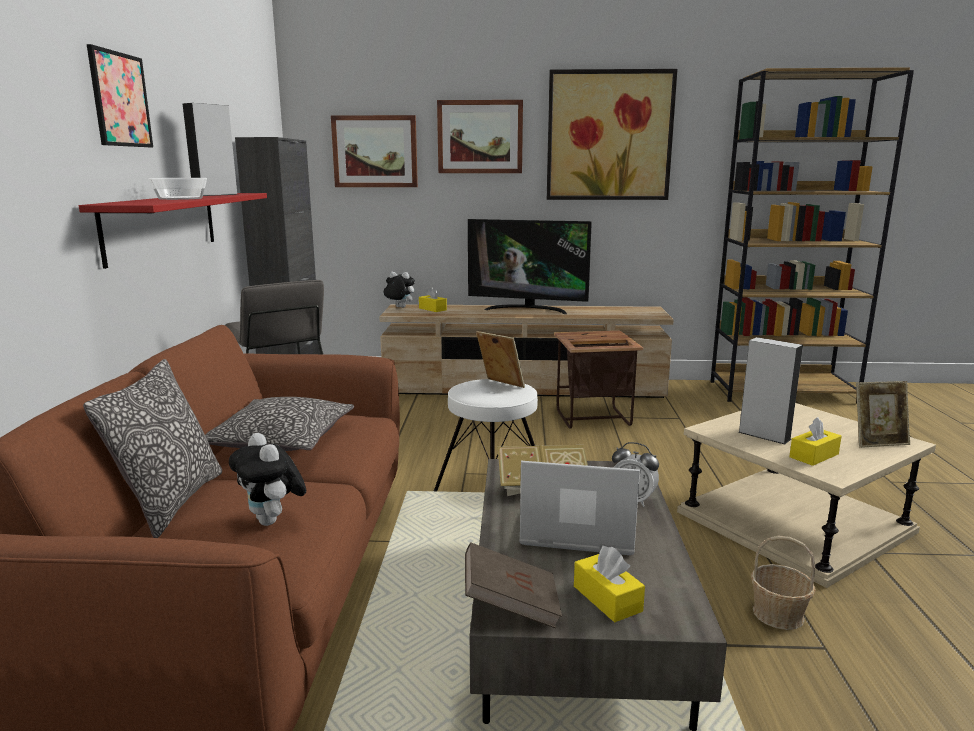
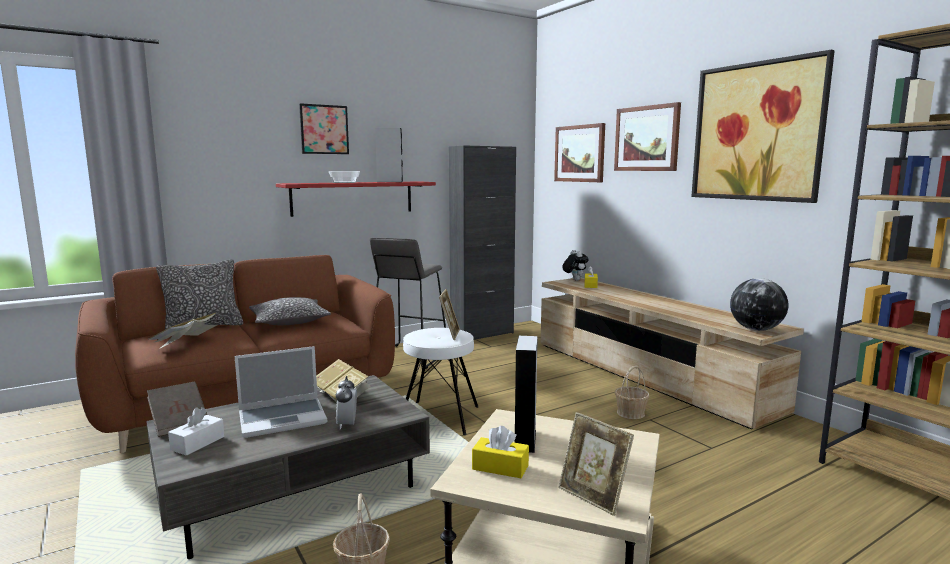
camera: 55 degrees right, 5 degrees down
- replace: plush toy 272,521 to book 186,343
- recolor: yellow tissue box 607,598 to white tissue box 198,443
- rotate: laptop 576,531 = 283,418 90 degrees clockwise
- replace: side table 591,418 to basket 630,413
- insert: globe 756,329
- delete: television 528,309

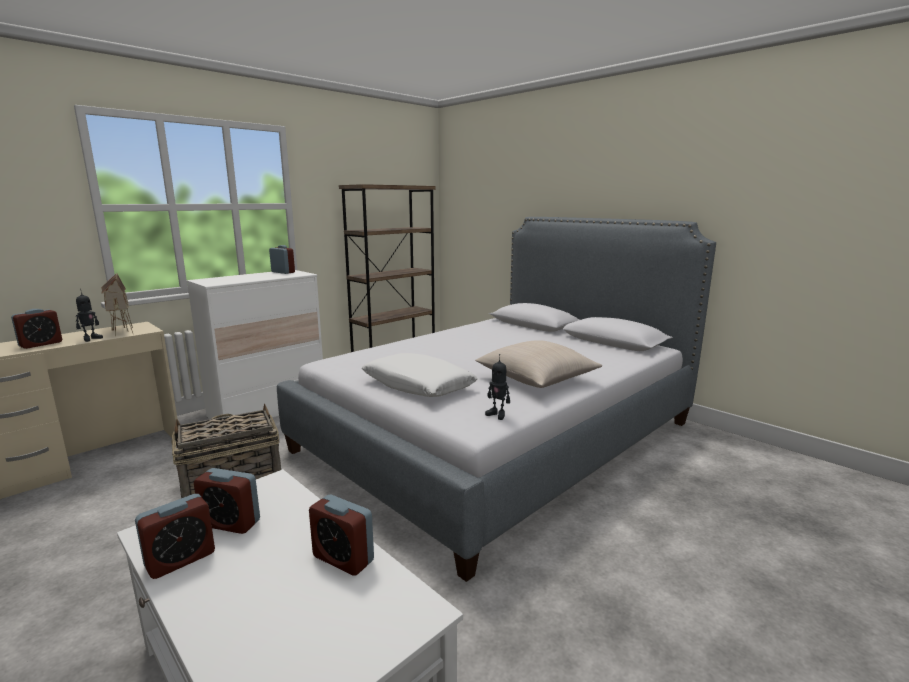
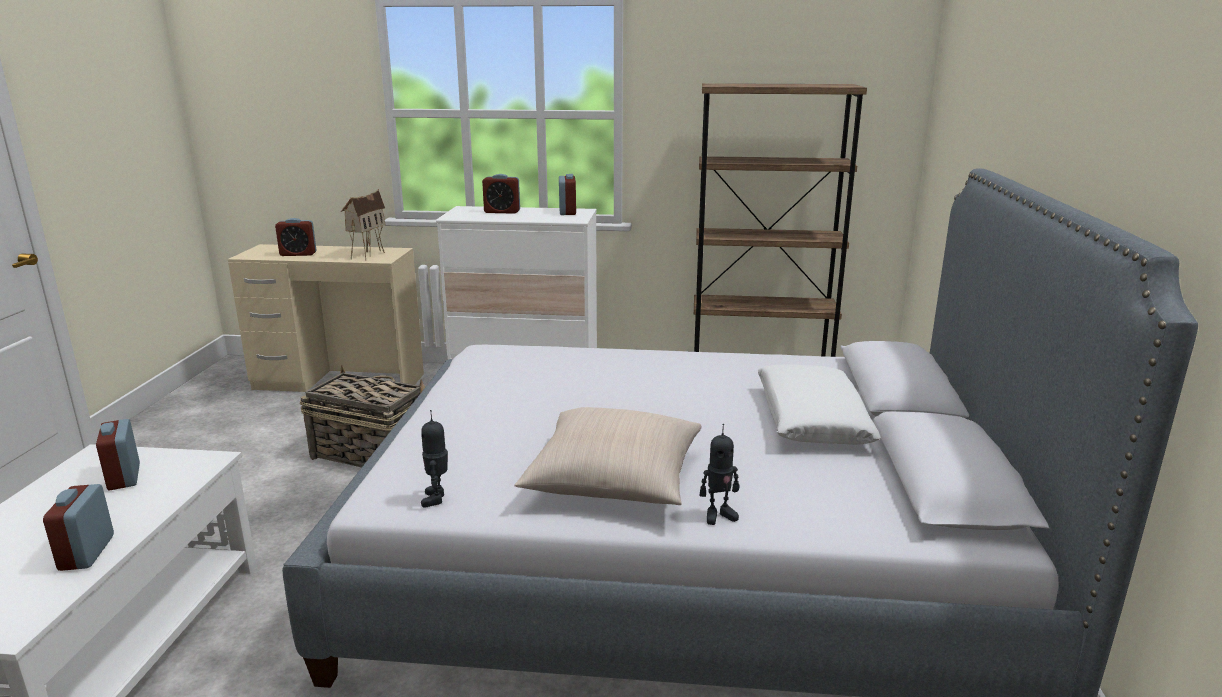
camera: 50 degrees right, 5 degrees up
- move: alarm clock 180,559 to 502,211
- move: toy robot 91,339 to 718,515
- move: white pillow 418,386 to 811,419

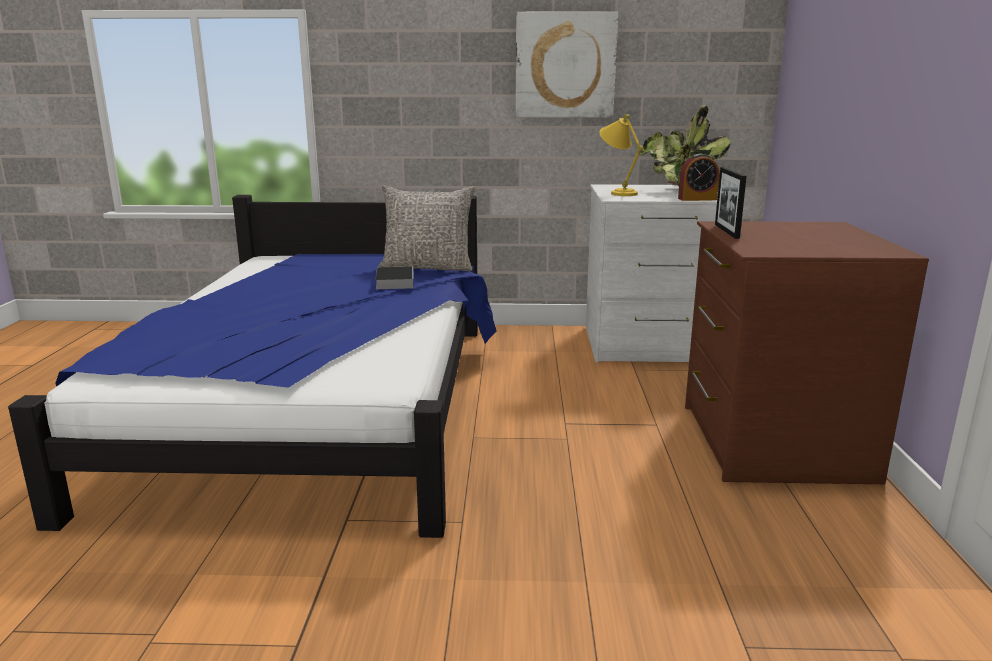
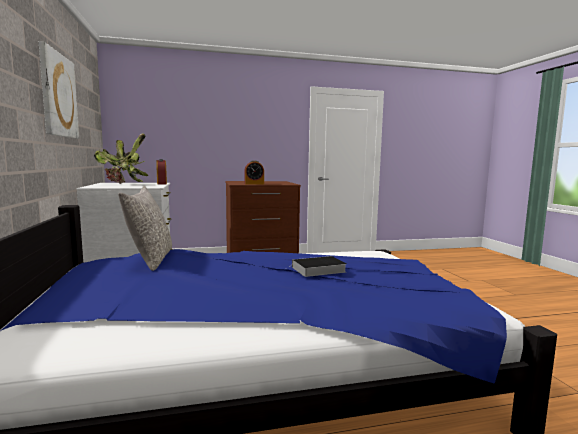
camera: 105 degrees left, 10 degrees down
- replace: picture frame 726,231 to alarm clock 254,184
- move: book 394,281 to 317,270
- delete: yellow table lamp 617,193

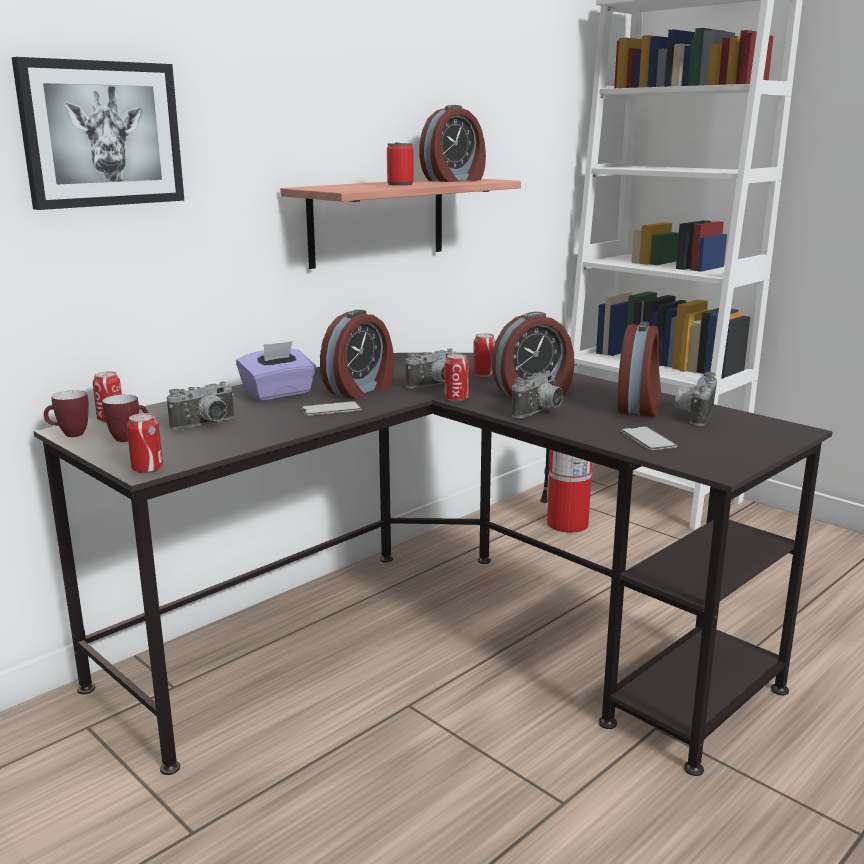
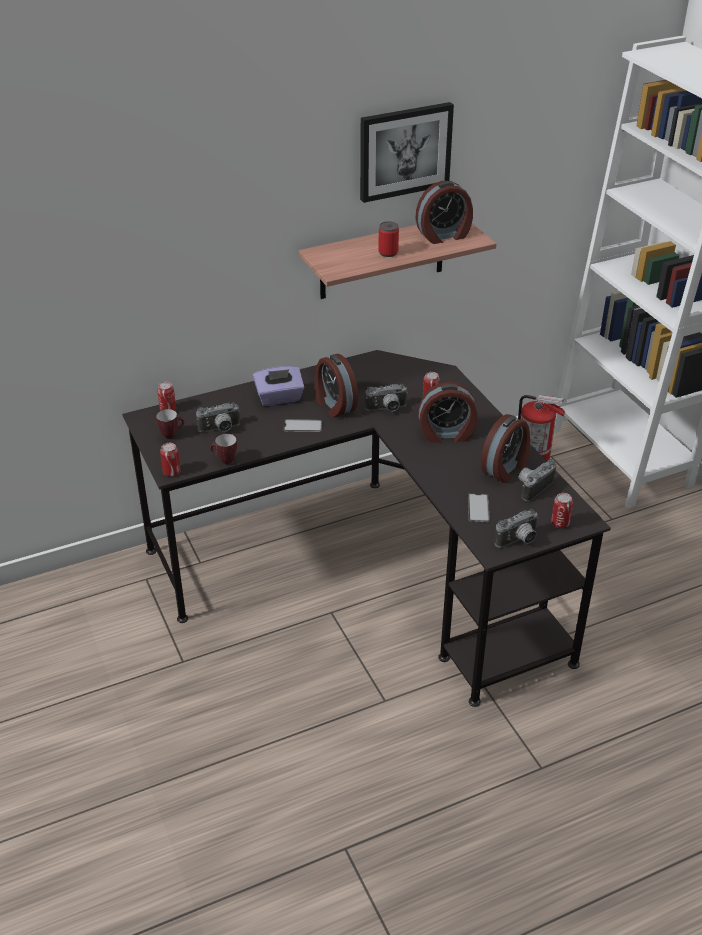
camera: 20 degrees right, 20 degrees up
- move: mug 69,435 to 224,460
- rotate: alarm clock 361,390 = 334,405 90 degrees clockwise
- move: picture 101,134 to 404,151
- move: photo camera 540,412 to 518,541
- move: can 456,398 to 560,523

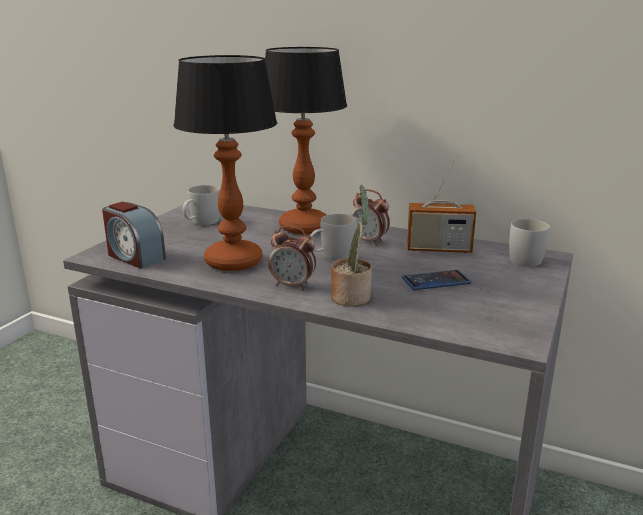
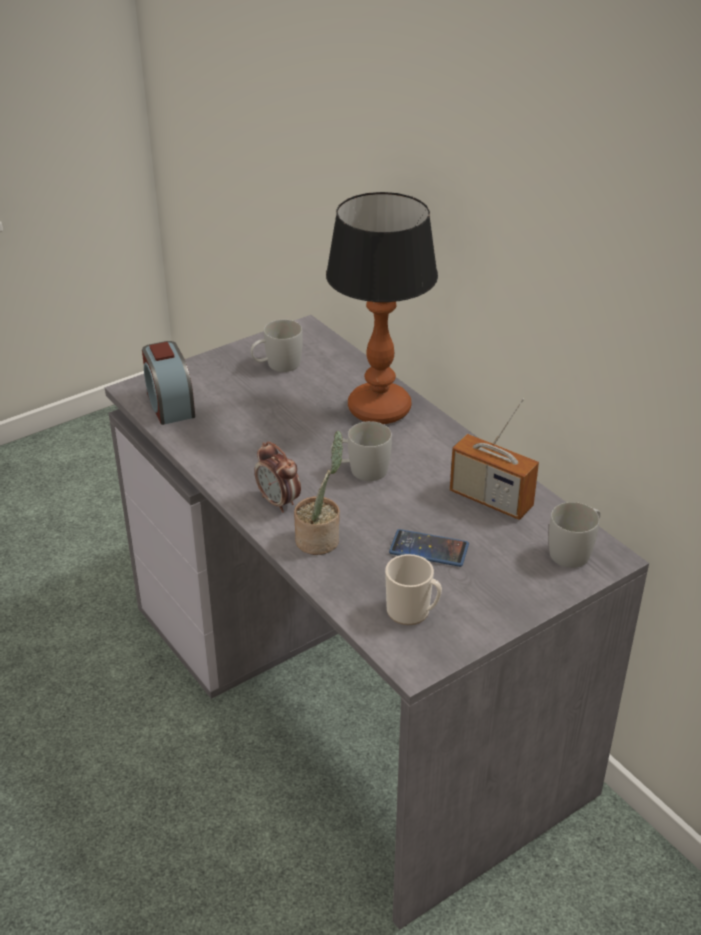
camera: 30 degrees right, 15 degrees up
- insert: mug 412,612
- delete: table lamp 233,262
- delete: alarm clock 369,241

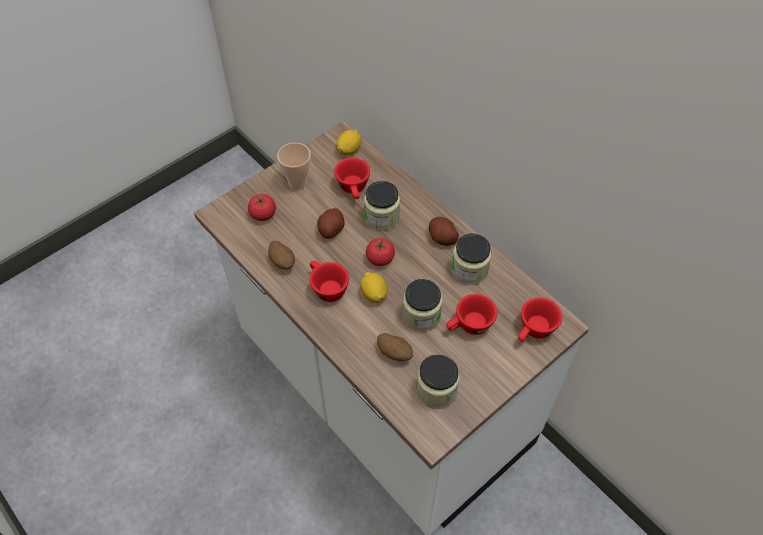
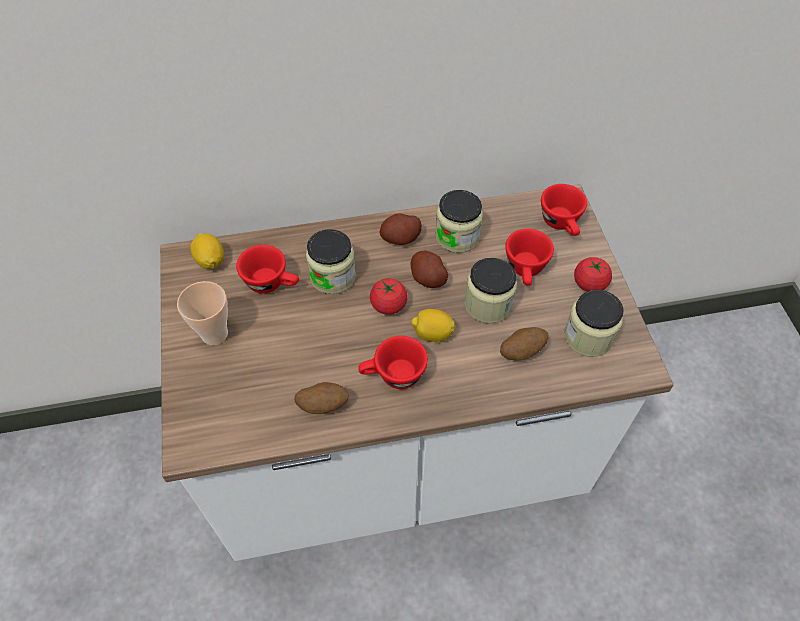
camera: 60 degrees left, 0 degrees up
- move: potato 331,229 to 428,278
- move: tomato 263,214 to 589,284

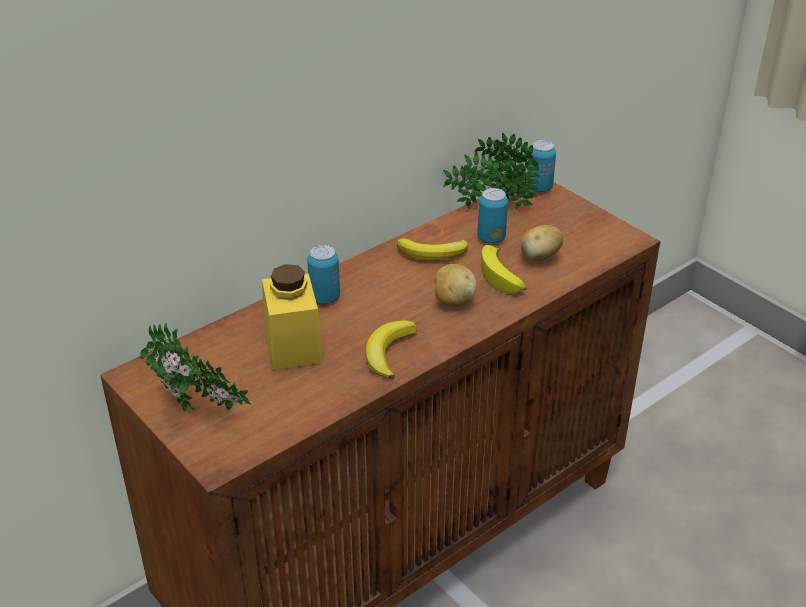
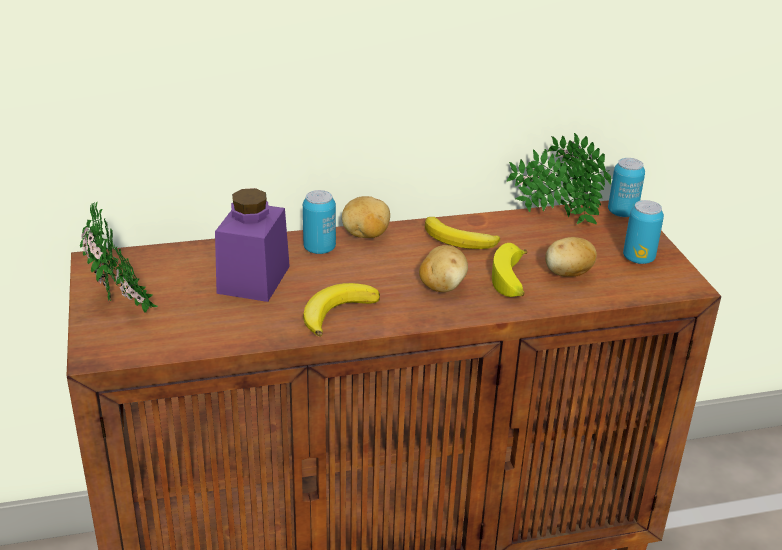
camera: 25 degrees right, 5 degrees down
- recolor: yellow jar 293,346 to purple jar 253,279
- insert: potato 365,235
- move: can 491,238 to 638,258

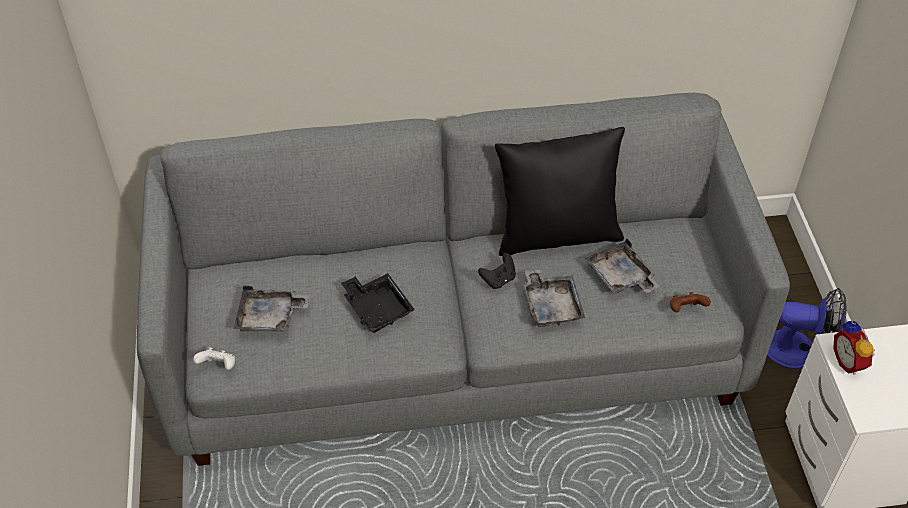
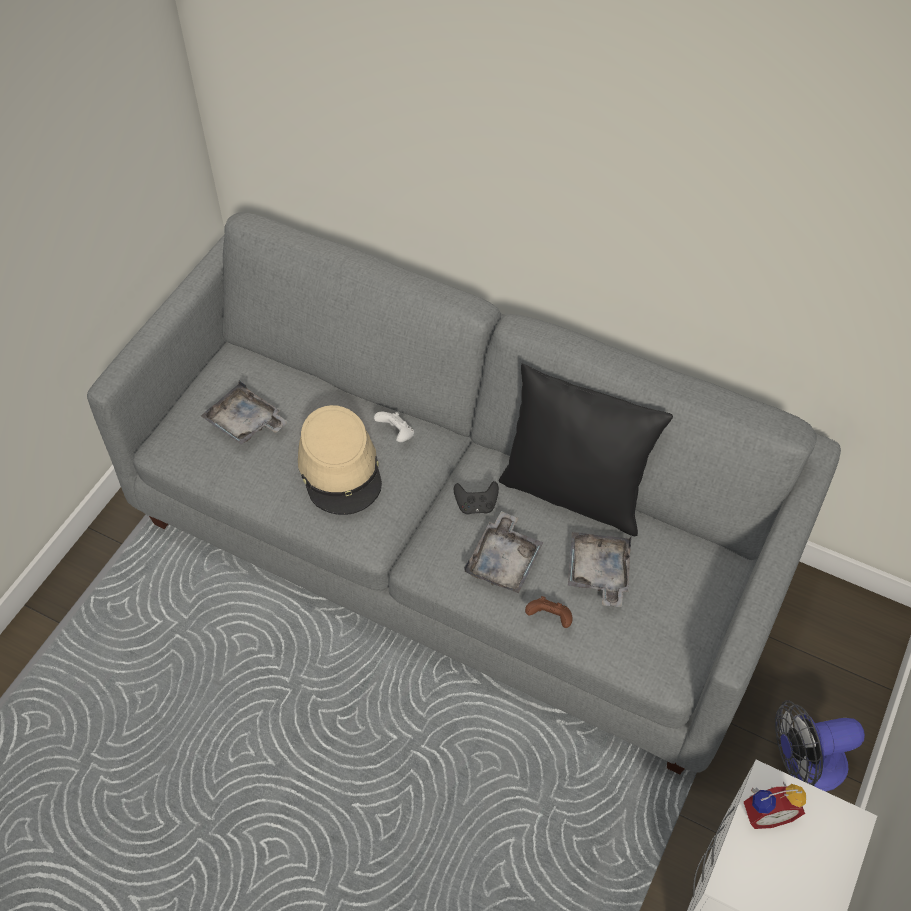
camera: 35 degrees right, 5 degrees up
- replace: black tray 377,308 to beige hat 340,468
- move: white game controller 218,366 to 396,434
- move: brown game controller 685,310 to 549,618
- rotate: alarm clock 850,362 = 766,812 120 degrees counterclockwise
- rotate: fan 799,350 = 804,765 120 degrees clockwise

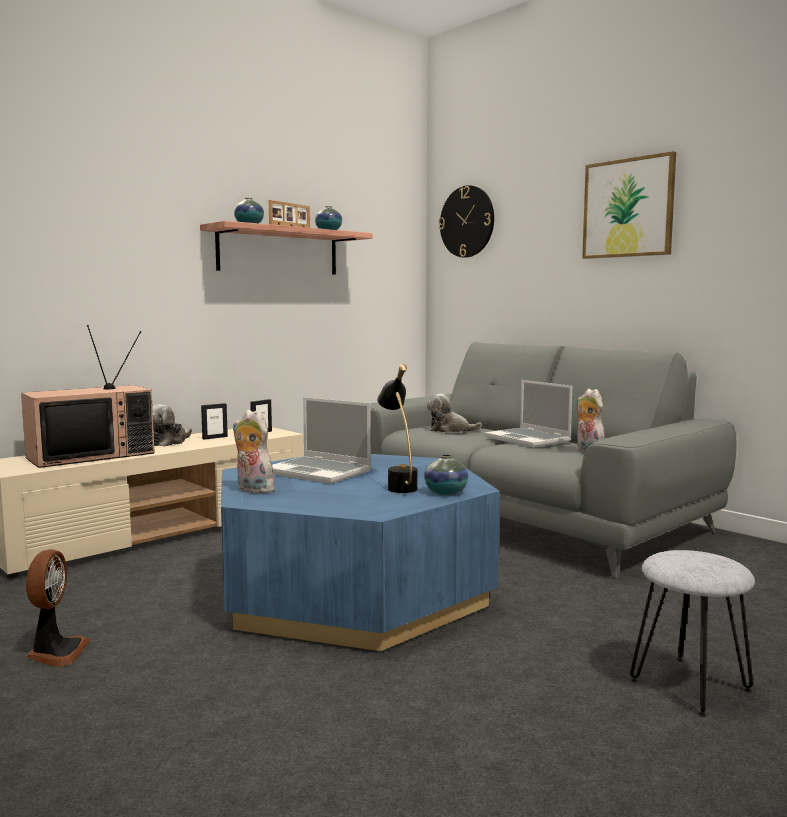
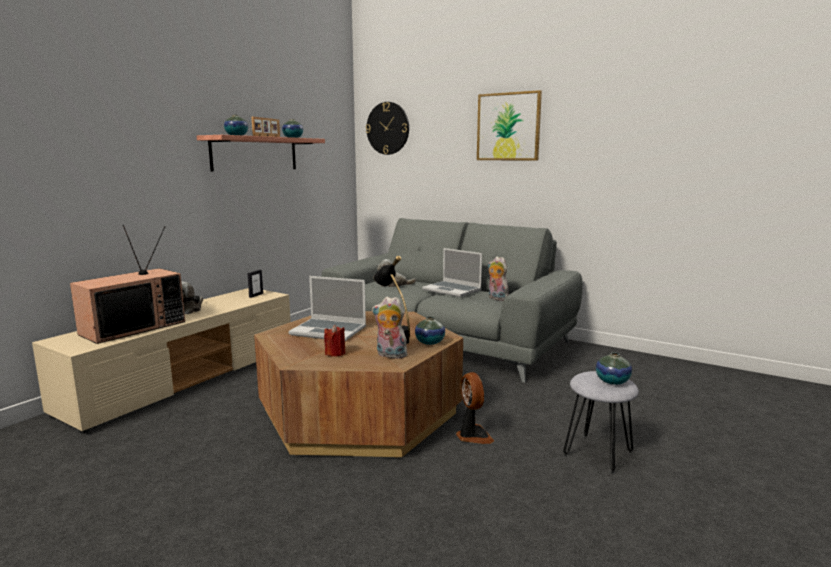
camera: 15 degrees left, 5 degrees up
- recolor: blue coffee table 354,591 to brown coffee table 360,412
- insert: red candle 335,353
- move: plush toy 252,490 to 390,355
- move: fan 56,652 to 473,436
- insert: vase 612,381
- delete: picture frame 215,438

